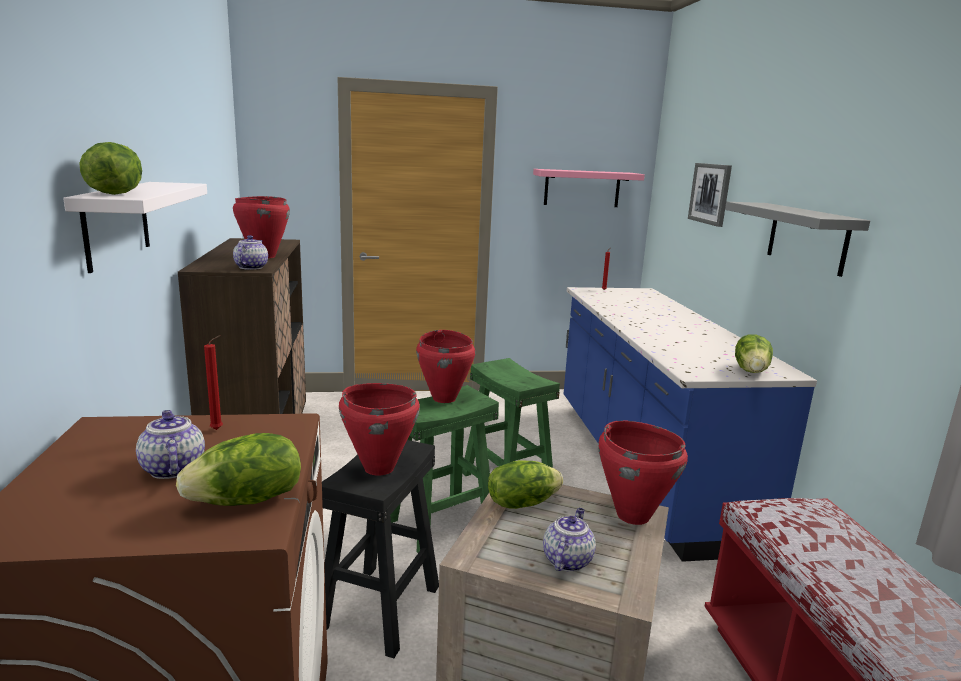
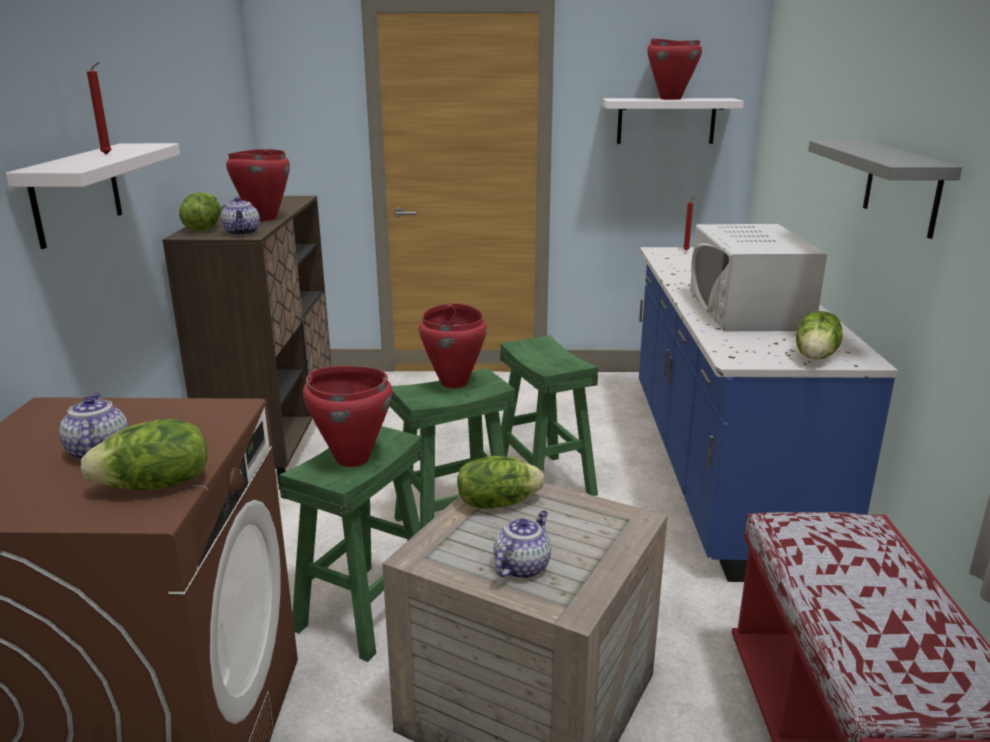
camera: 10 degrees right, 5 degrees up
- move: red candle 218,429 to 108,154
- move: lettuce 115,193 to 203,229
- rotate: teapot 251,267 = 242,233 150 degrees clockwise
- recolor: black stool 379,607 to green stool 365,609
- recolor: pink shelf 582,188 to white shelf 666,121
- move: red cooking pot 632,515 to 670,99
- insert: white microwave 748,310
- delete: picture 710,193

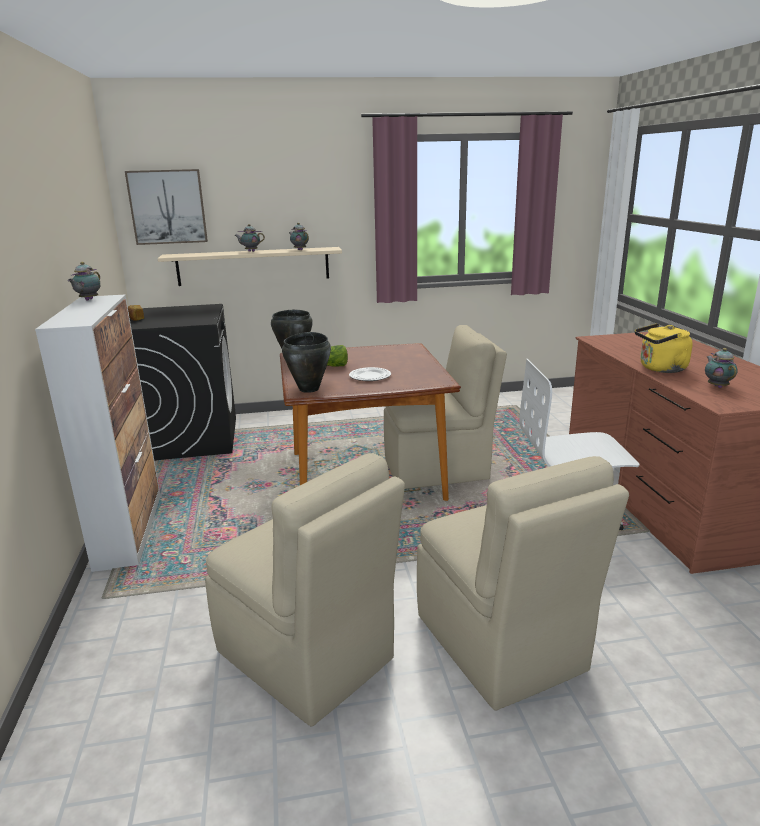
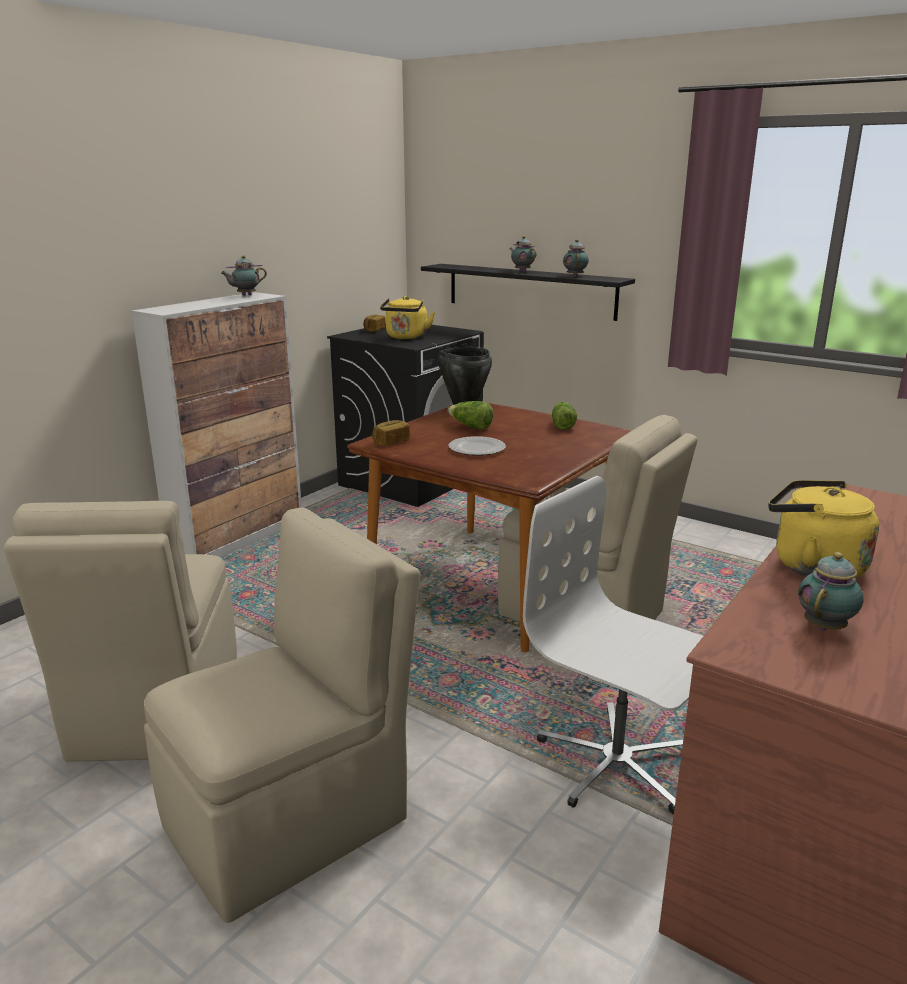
camera: 45 degrees right, 0 degrees up
- rotate: beige chair 501,645 = 292,820 150 degrees counterclockwise
- replace: black cooking pot 309,389 to bread 391,442
- insert: yellow kettle 406,337
- recolor: beige shelf 253,266 to black shelf 530,291
- insert: lettuce 563,425
- delete: picture 167,207

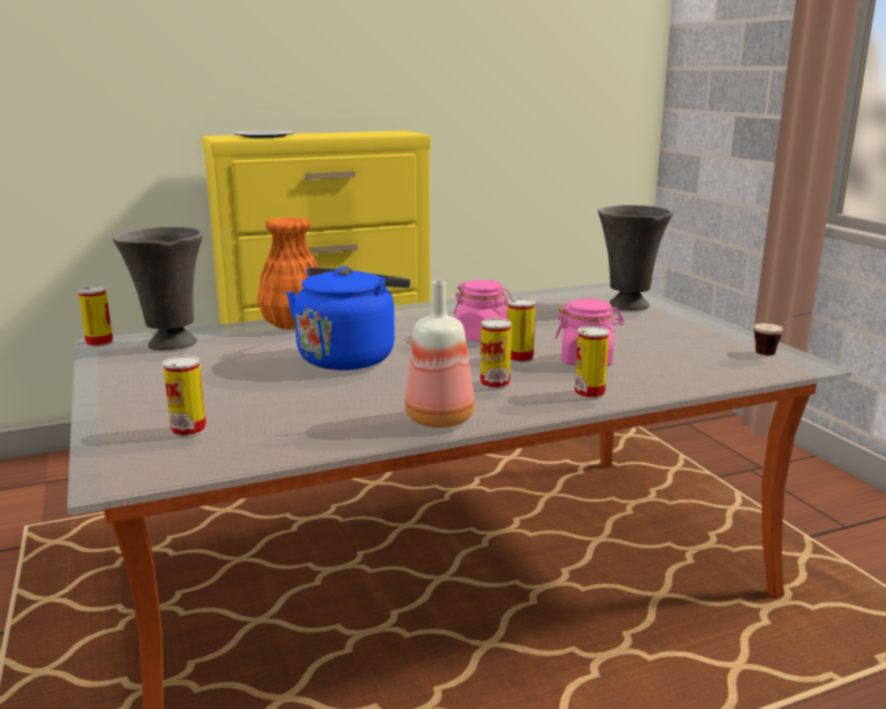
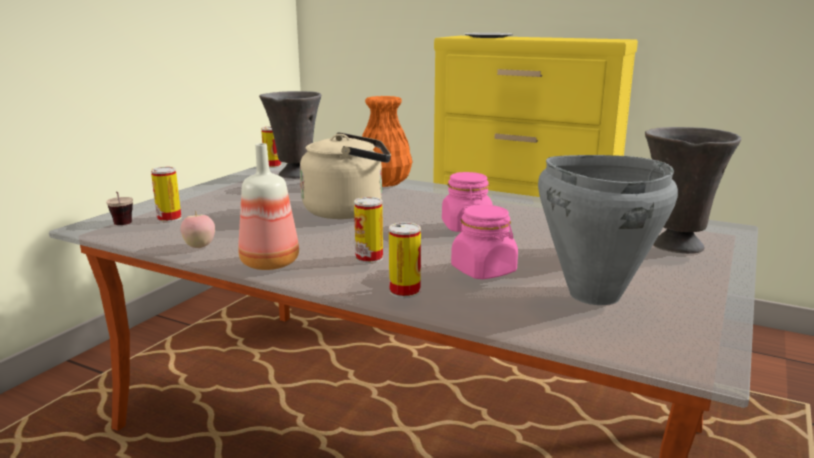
camera: 50 degrees right, 0 degrees up
- move: cup 777,354 to 123,226
- insert: apple 199,247
- recolor: blue kettle 349,357 to beige kettle 348,210
- insert: grey cooking pot 593,294
- delete: can 519,358

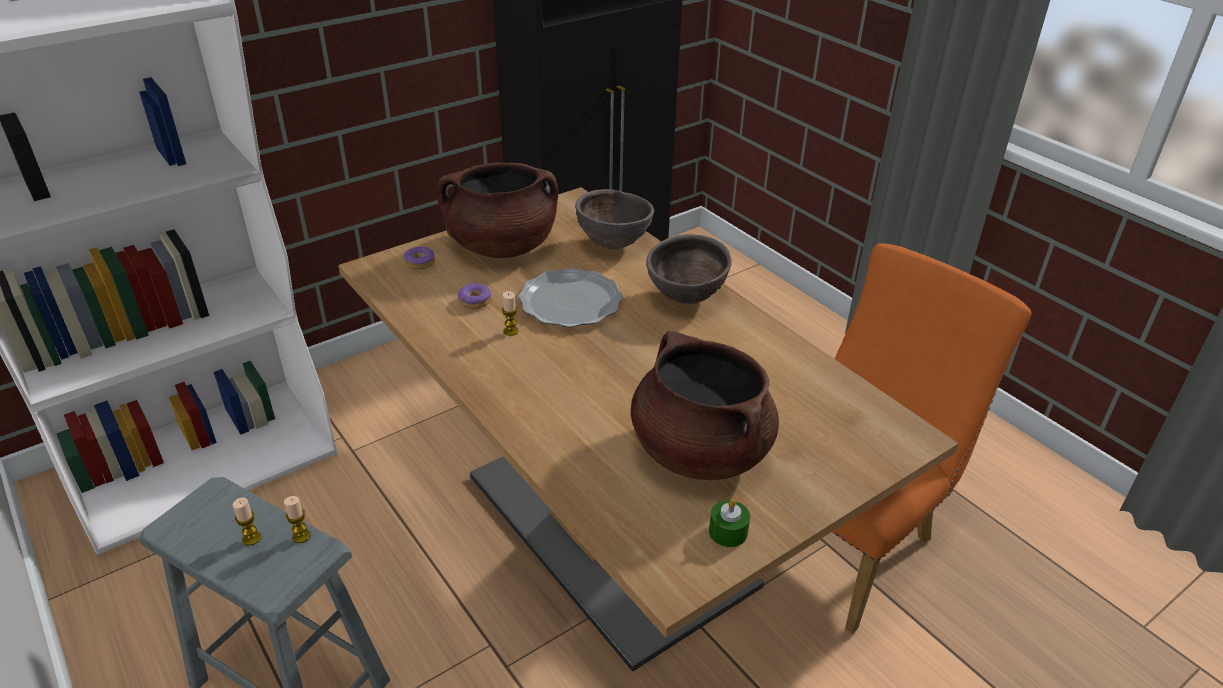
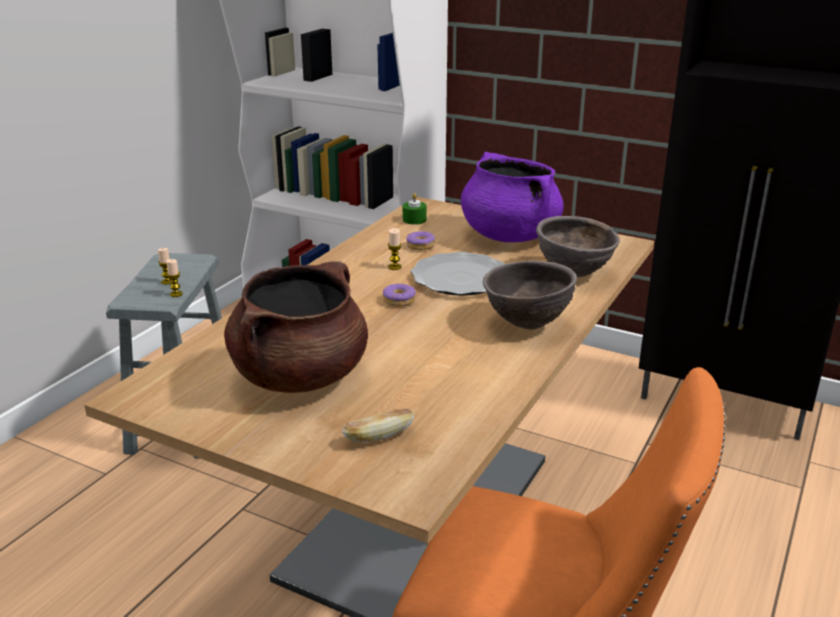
camera: 65 degrees right, 10 degrees down
- insert: bread 378,437
- move: donut 420,263 to 399,300
- move: green candle 728,532 to 414,220
- recolor: brown cooking pot 501,246 to purple cooking pot 509,235

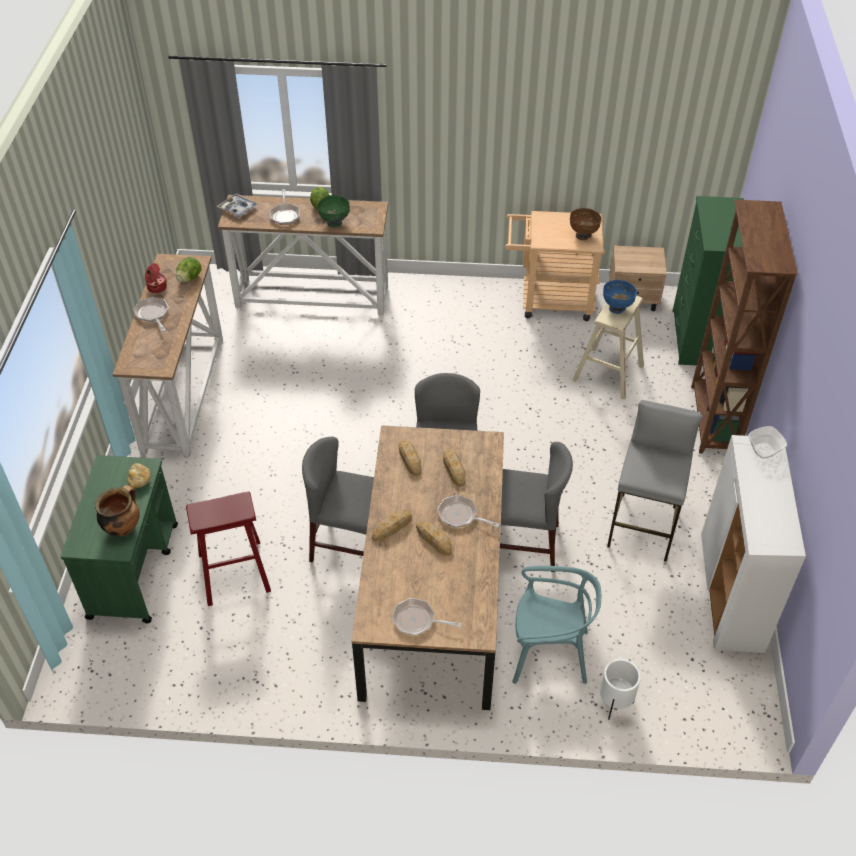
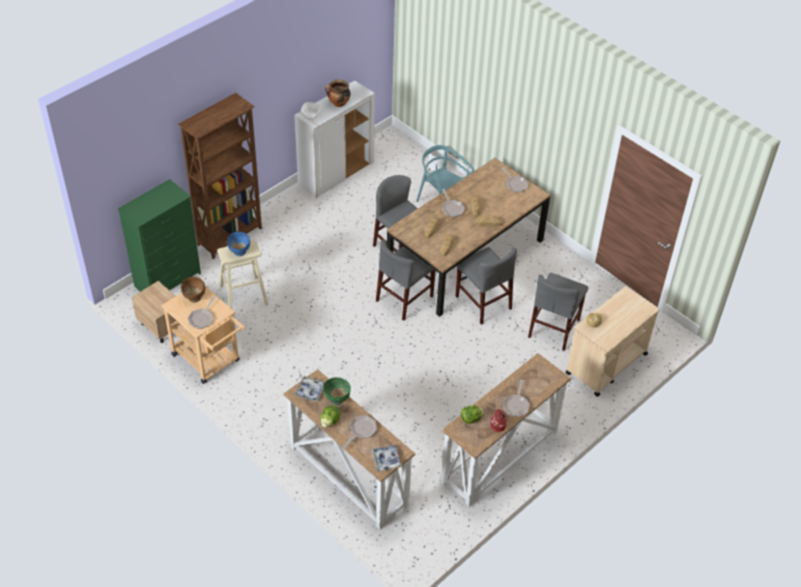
camera: 140 degrees left, 0 degrees up
- insert: frying pan 202,318
- insert: tray 310,391
- move: cooking pot 123,527 to 338,104
- replace: red stool 234,572 to grey chair 554,328
- recolor: green cart 134,569 to beige cart 606,364
- delete: grey stool 643,526

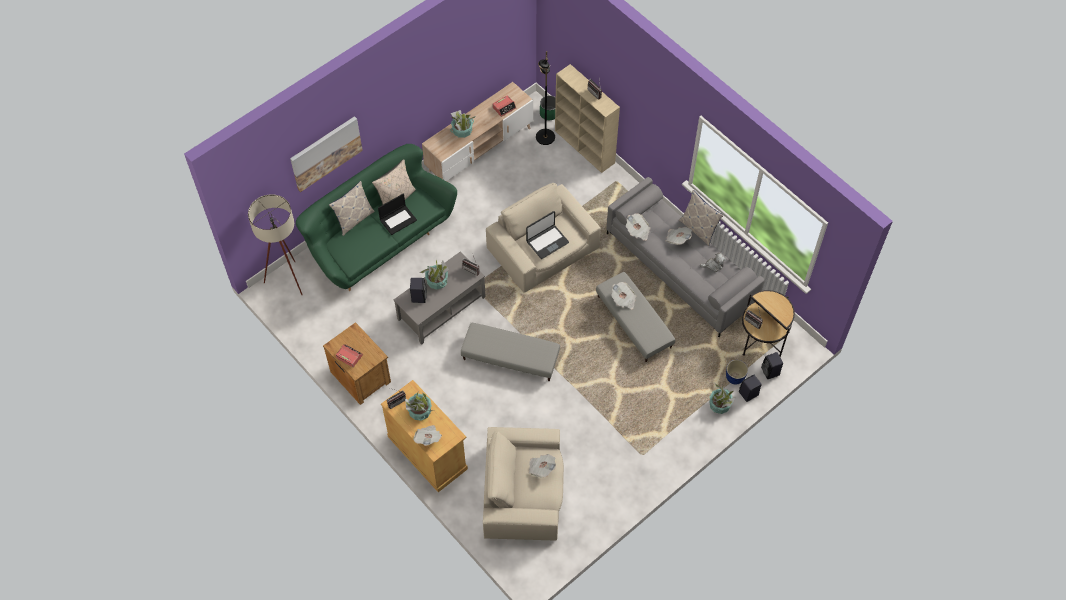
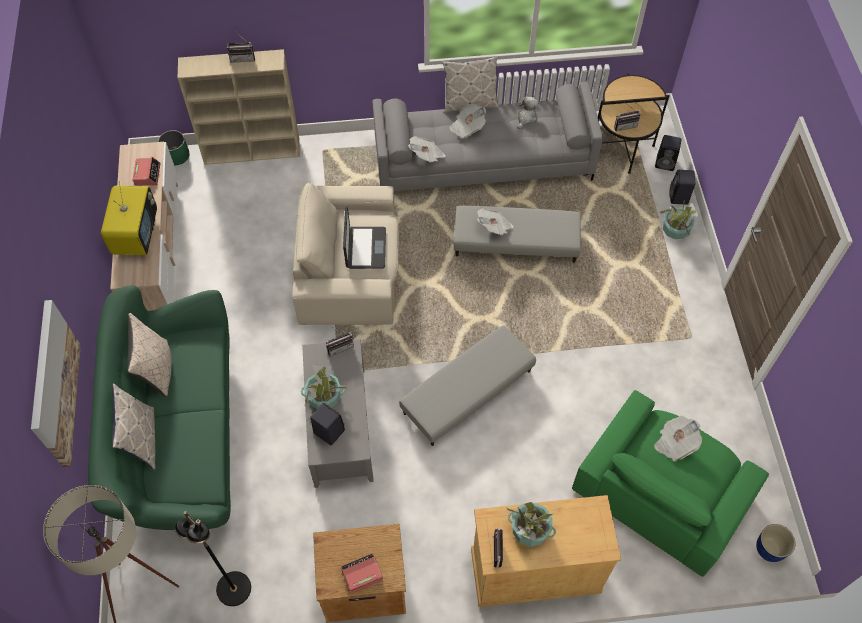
camera: 55 degrees left, 0 degrees up
- replace: potted plant 462,131 to television 136,235
- move: black floor lamp 545,137 to 233,589
- recolor: beige armchair 523,491 to green armchair 661,491
- move: planter 735,378 to 769,549
- delete: laptop 398,219
- delete: newspaper 428,438

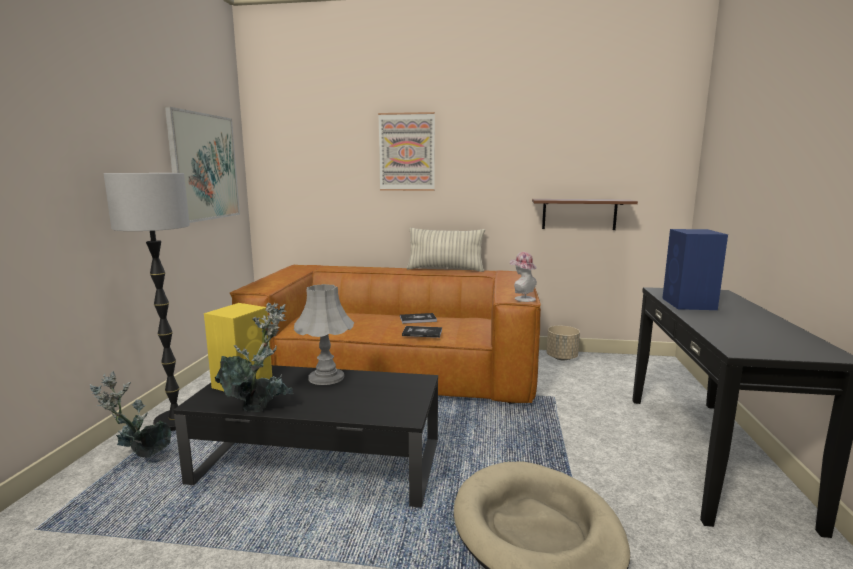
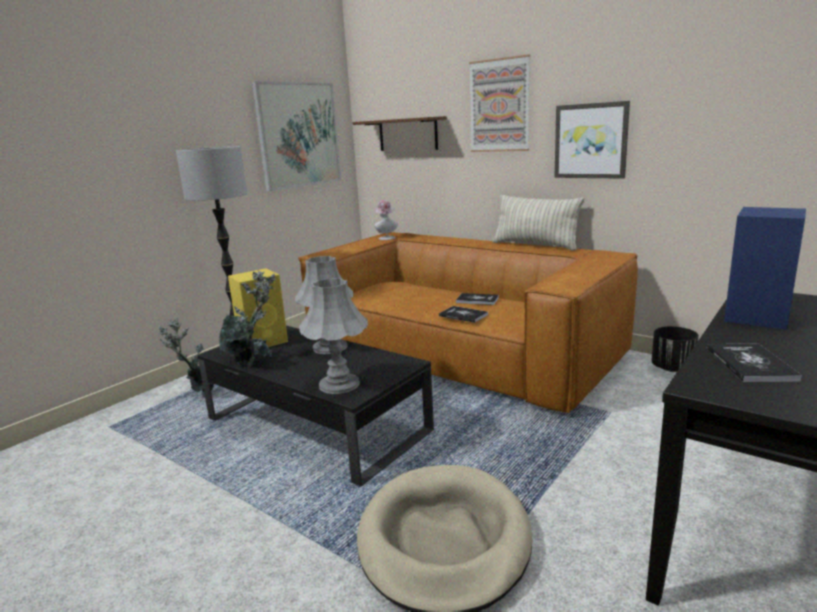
camera: 30 degrees right, 5 degrees up
- insert: grey table lamp 339,384
- move: brown shelf 579,214 to 408,134
- move: hat 522,298 to 386,237
- insert: picture 591,141
- recolor: beige planter 562,358 to black planter 672,368
- insert: book 750,364

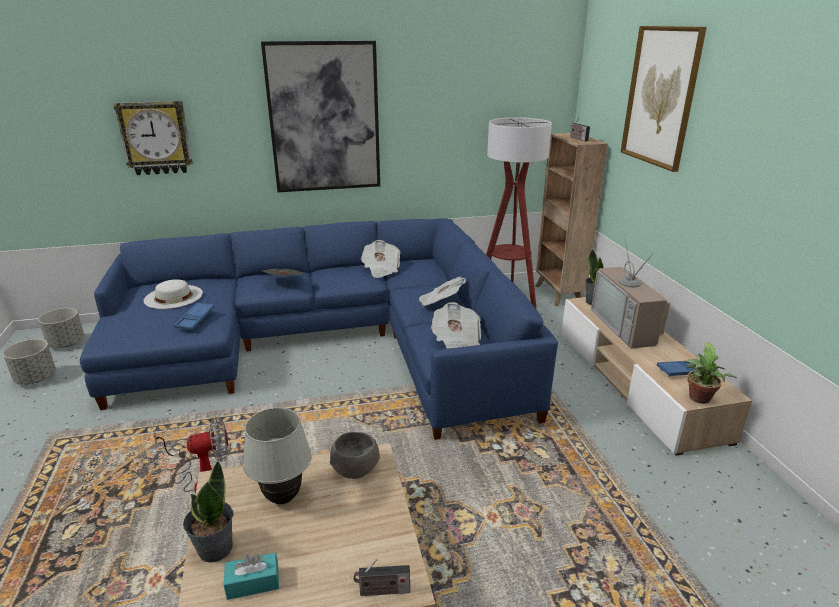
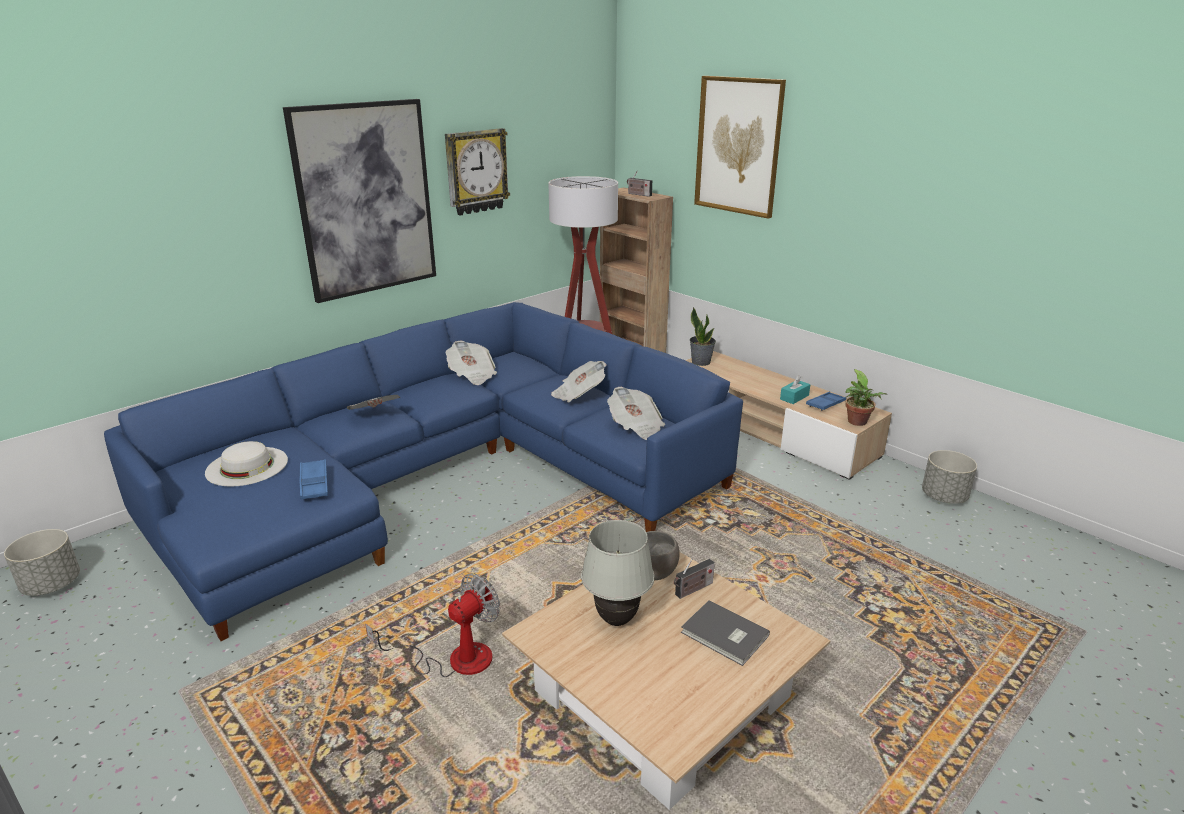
camera: 30 degrees left, 0 degrees up
- move: wall clock 156,138 to 476,171
- move: radio 382,591 to 692,590
- insert: grey book 724,636
- move: turquoise tissue box 253,583 to 794,397
- move: grey planter 36,378 to 943,497
- delete: potted plant 214,548
- delete: television 627,327

